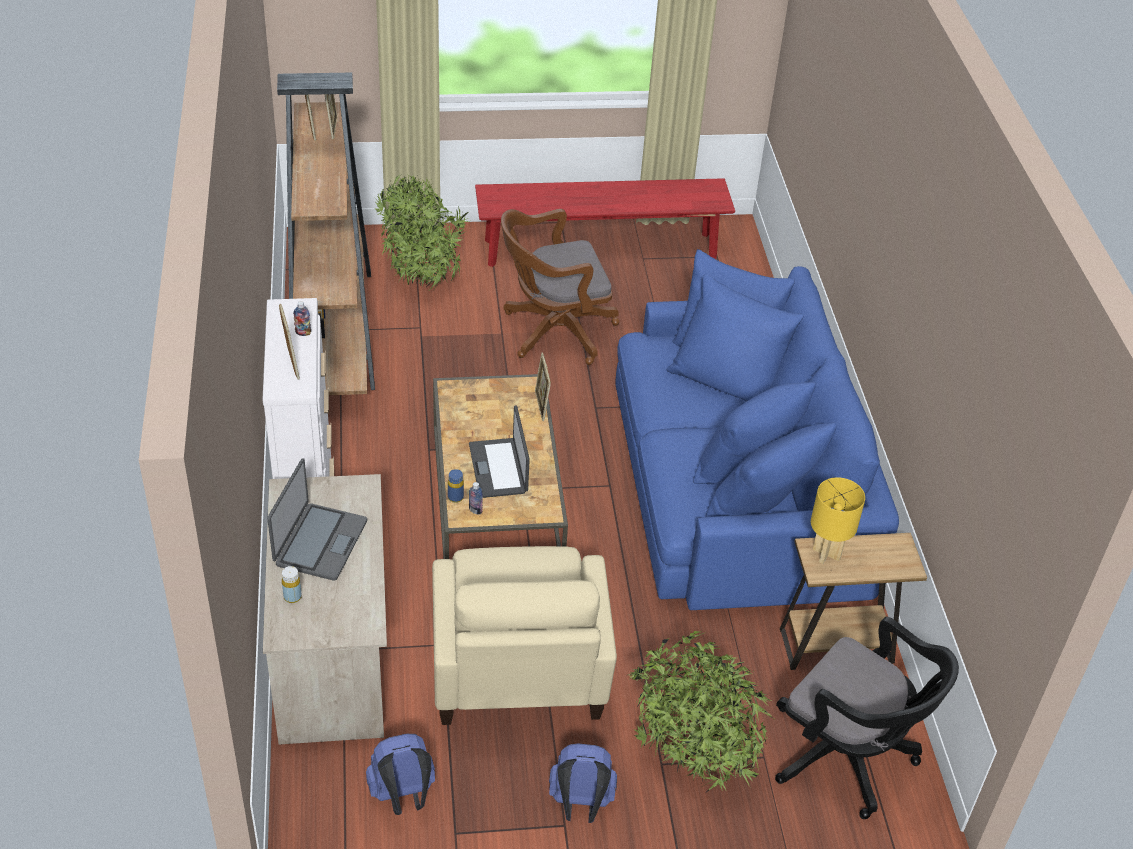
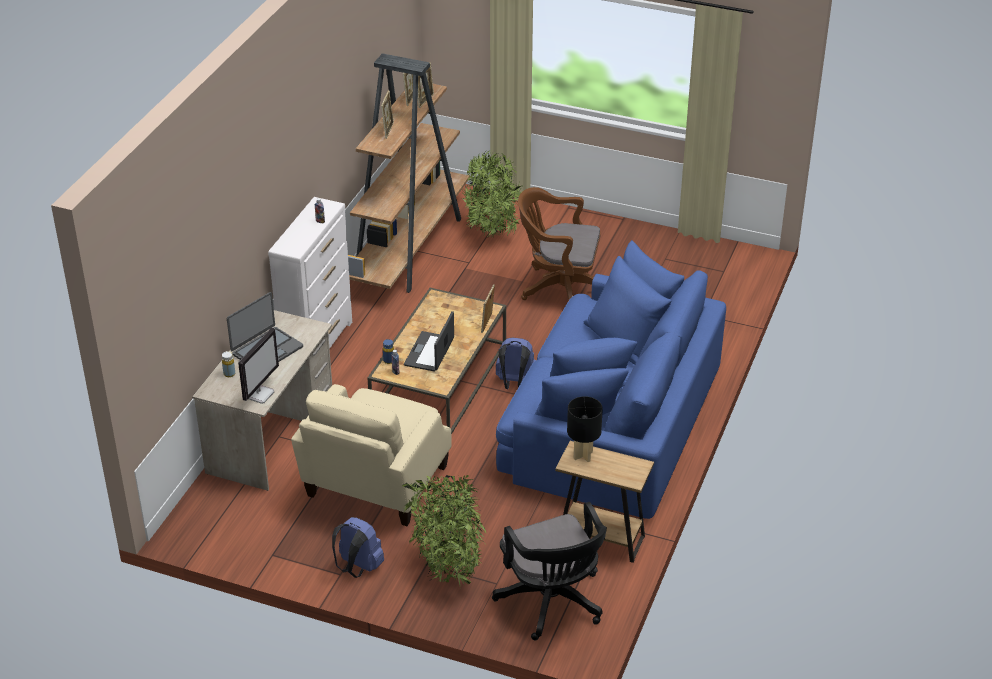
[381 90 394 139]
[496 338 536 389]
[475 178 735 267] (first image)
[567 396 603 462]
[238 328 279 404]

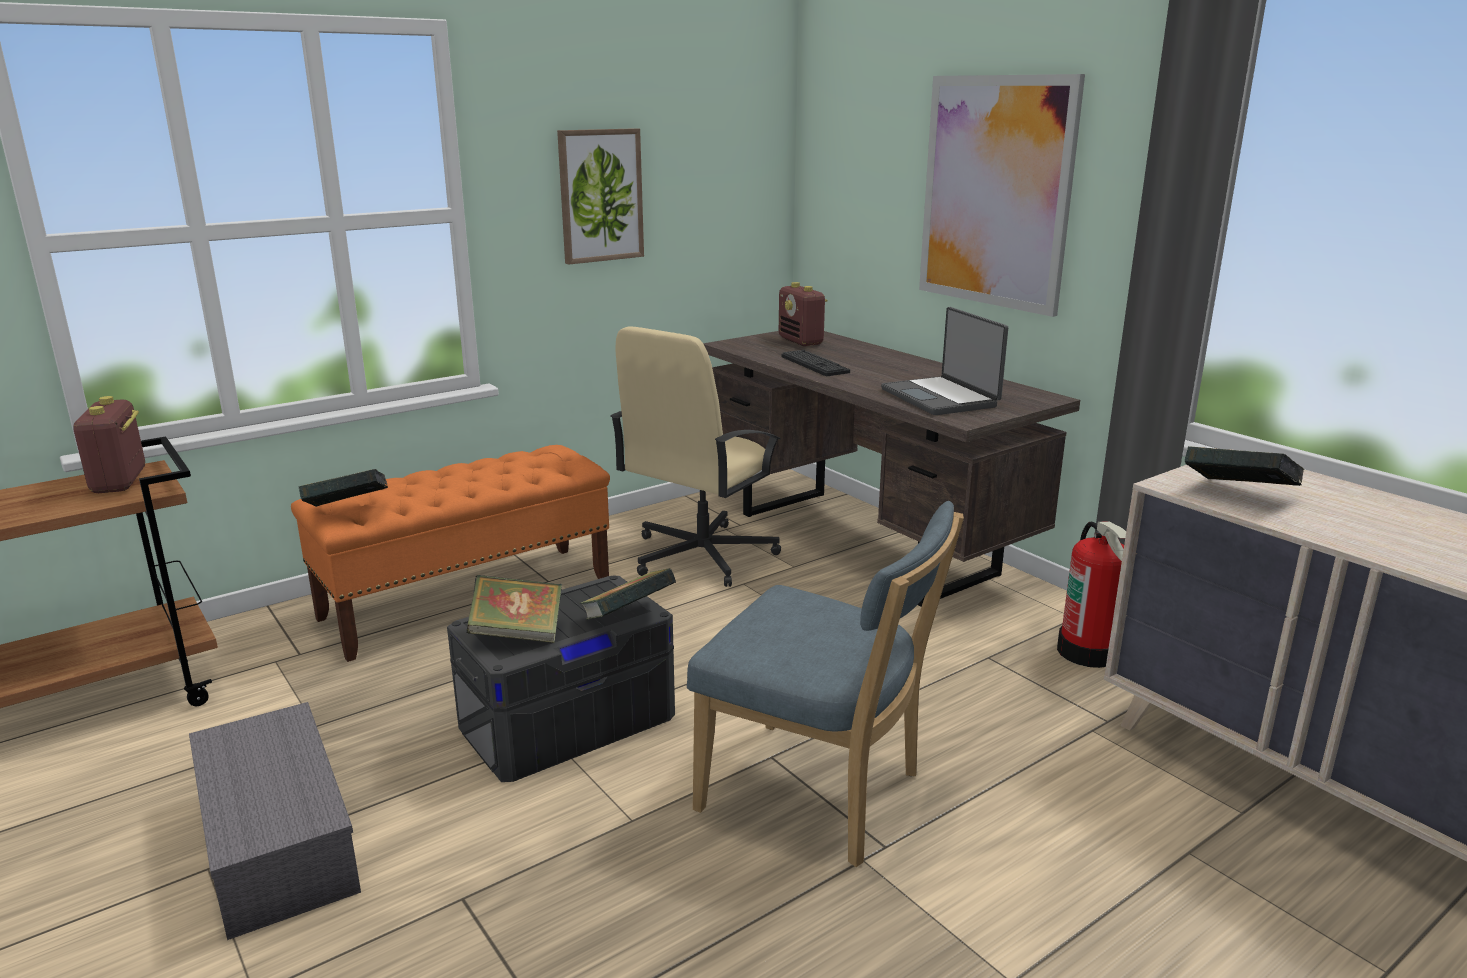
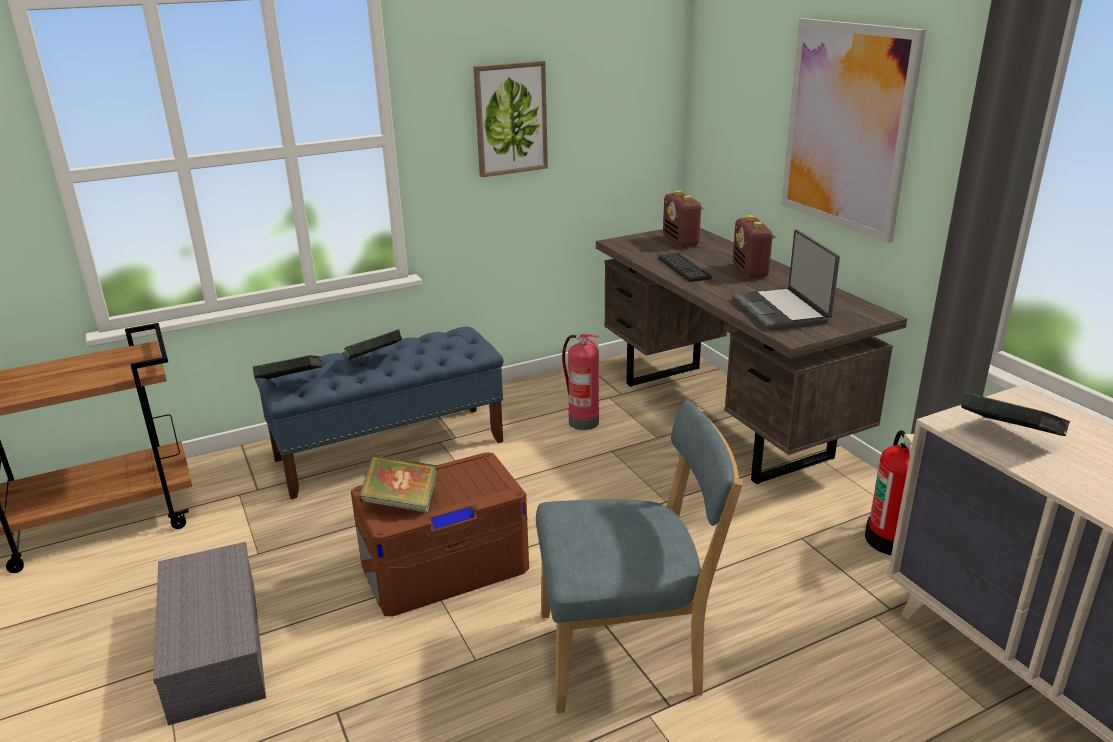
[733 215 776 278]
[254 327 504 499]
[351 452 529 616]
[344 329 402 361]
[562 334 600 430]
[536 400 743 713]

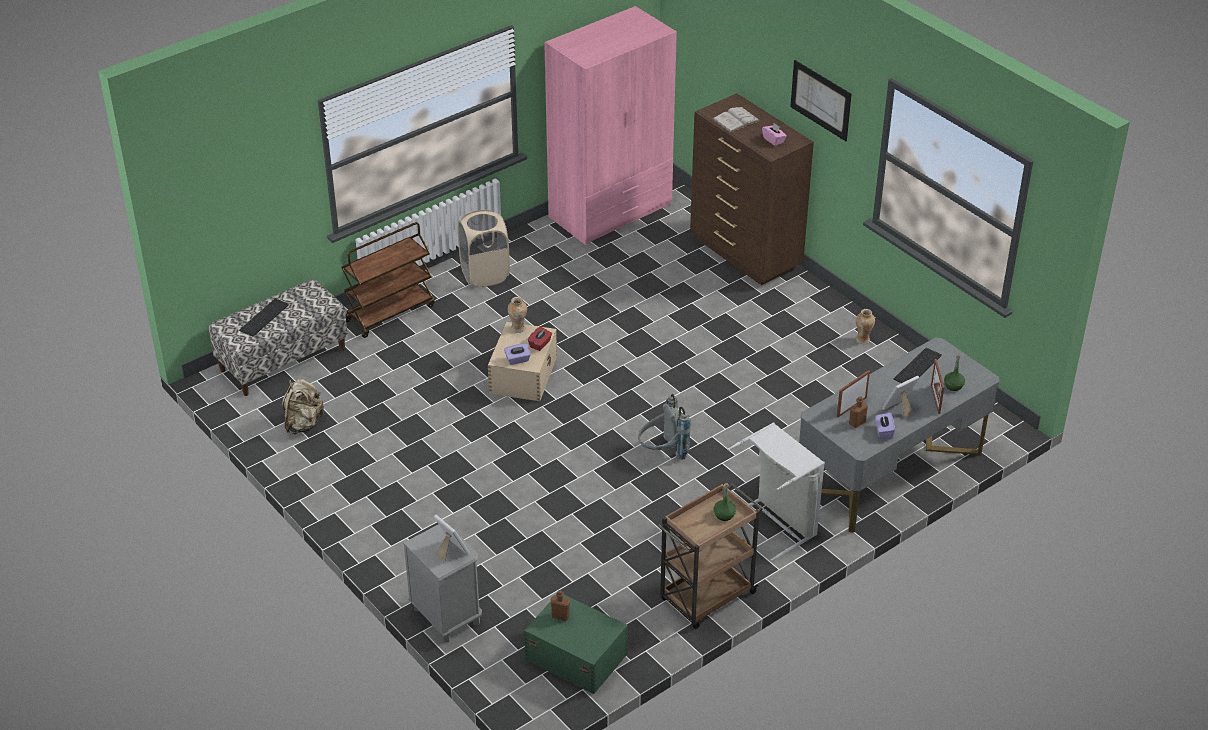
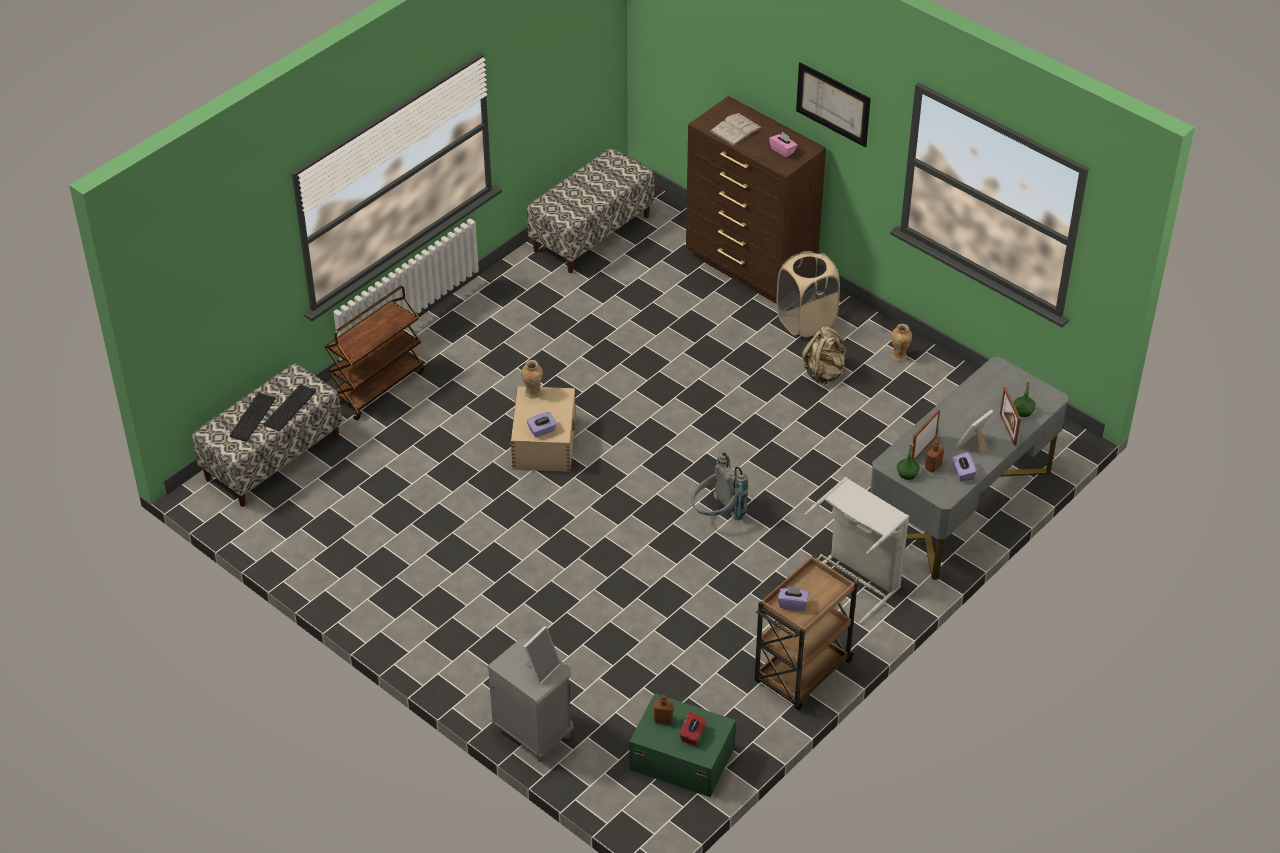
[802 327 847 385]
[523 626 561 685]
[776 251 840 337]
[680 712 706 745]
[527 148 654 273]
[897 442 920 480]
[263 384 316 431]
[778 586 809 611]

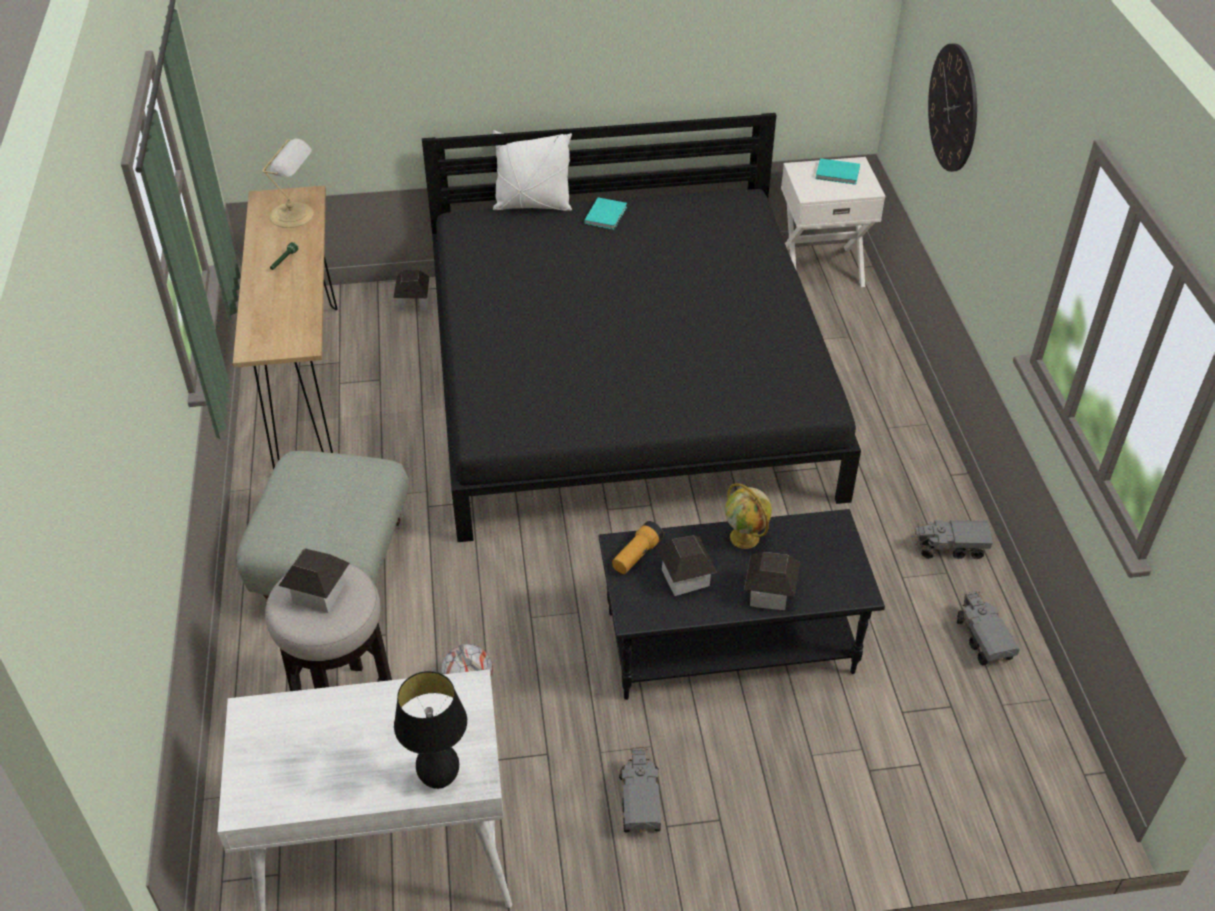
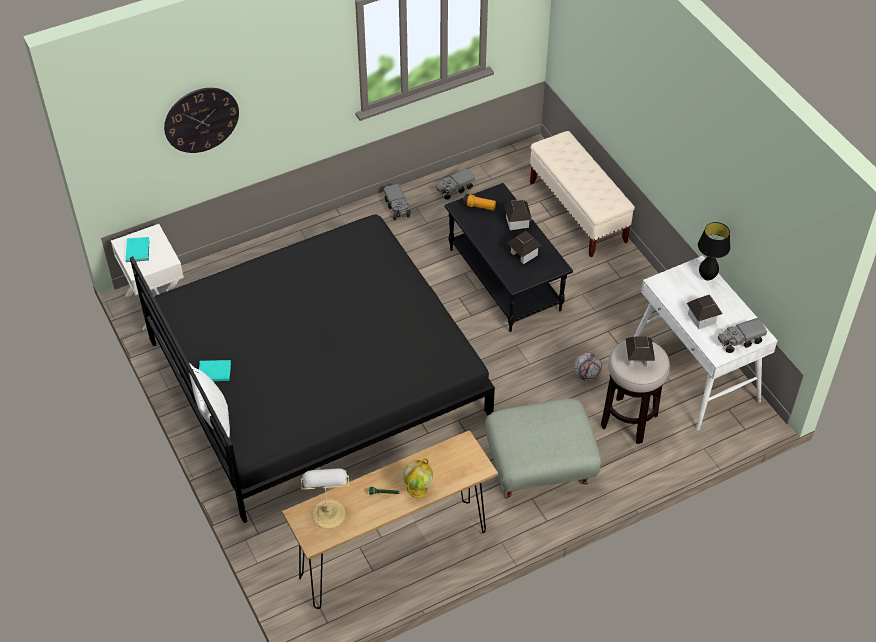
[687 294 723 329]
[463 194 496 211]
[718 318 767 353]
[403 458 433 499]
[530 131 635 257]

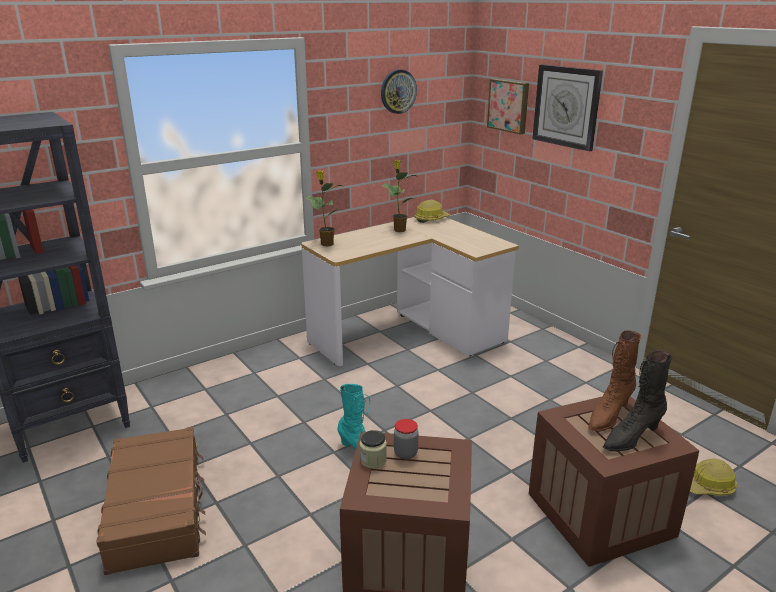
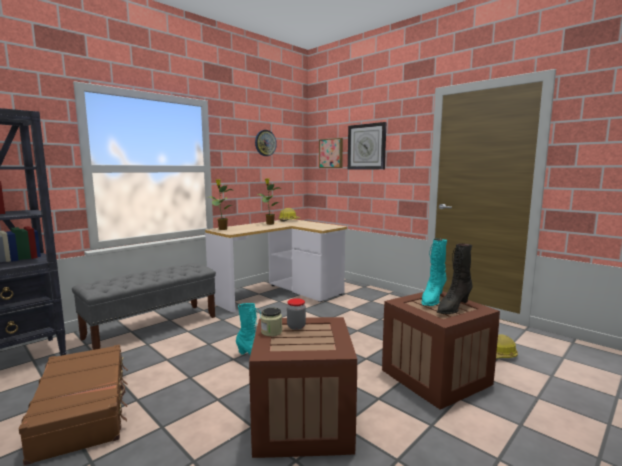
[422 239 447 306]
[72 263 216 350]

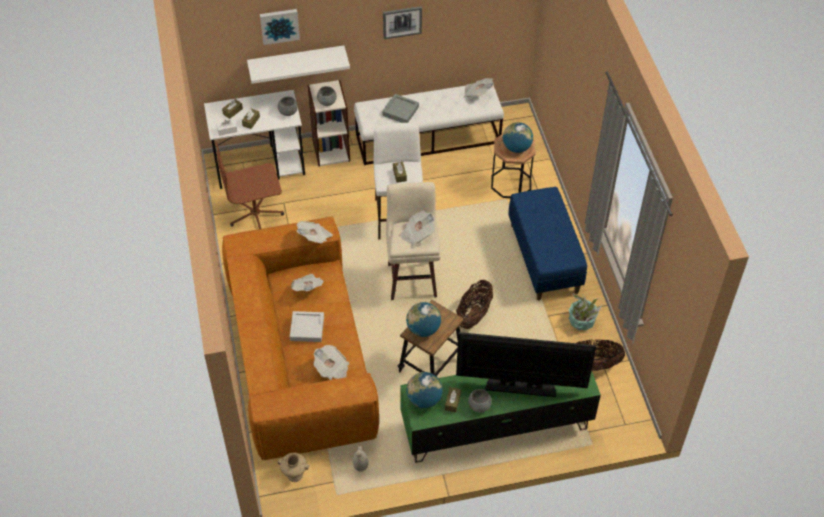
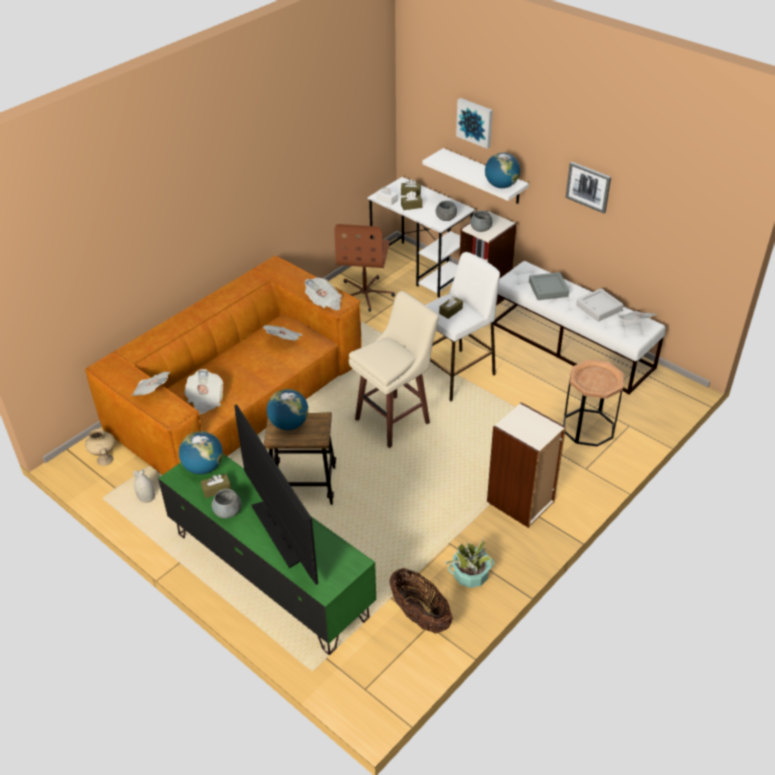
[335 224 395 312]
[576 288 623 322]
[131 372 170 396]
[456 280 493 329] (first image)
[485 153 520 188]
[487 402 566 528]

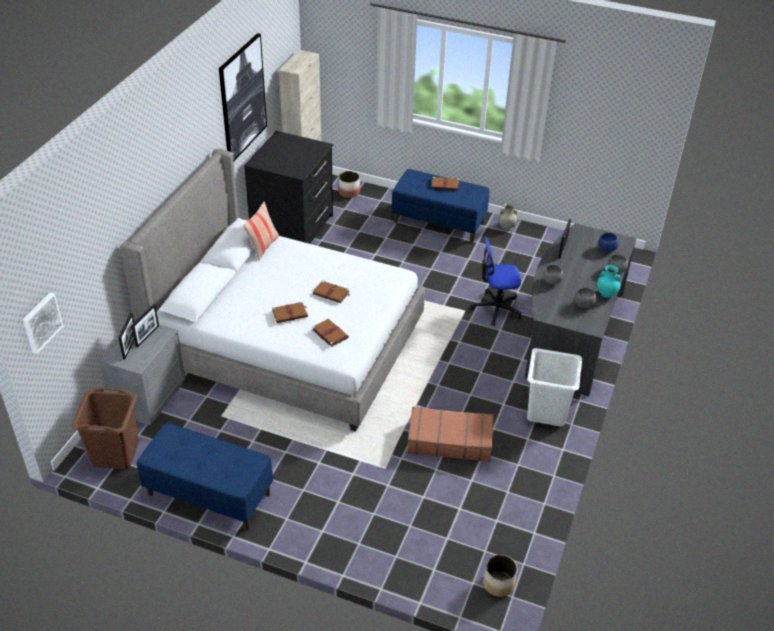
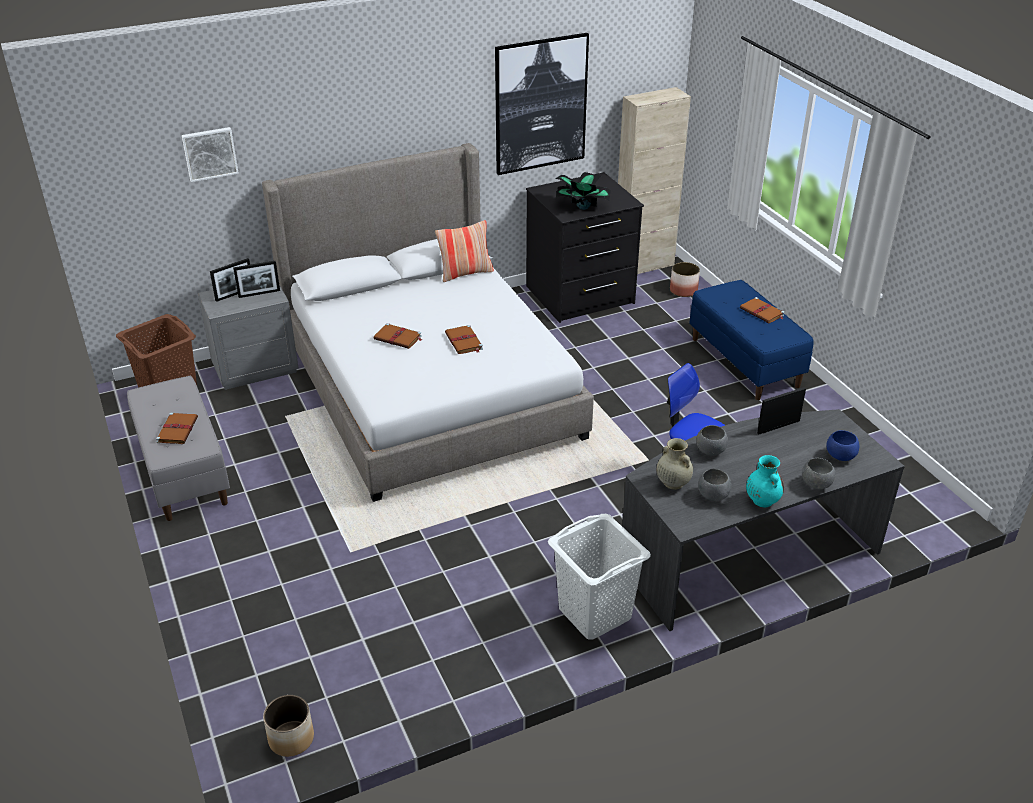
[182 127 239 182]
[127 376 230 521]
[156 413 198 444]
[407 407 494 462] (first image)
[657 438 693 490]
[556 172 611 210]

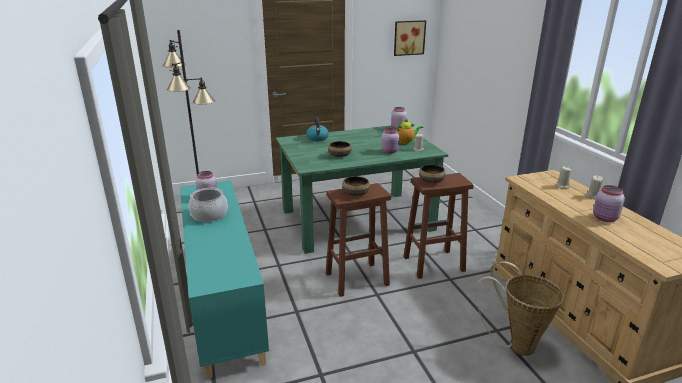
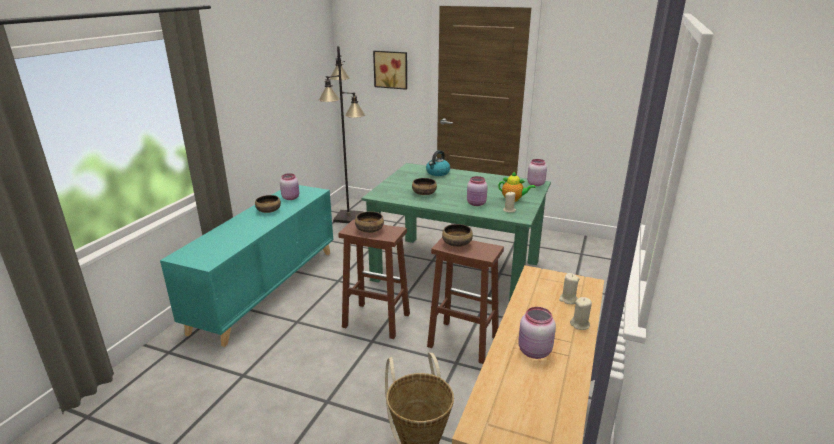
[255 195 281 213]
[373 51 407 90]

